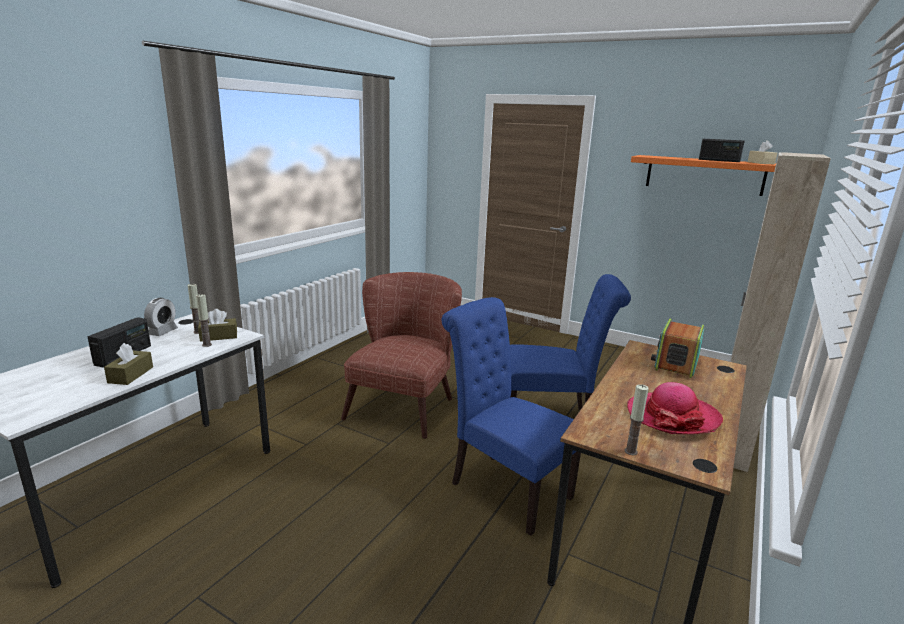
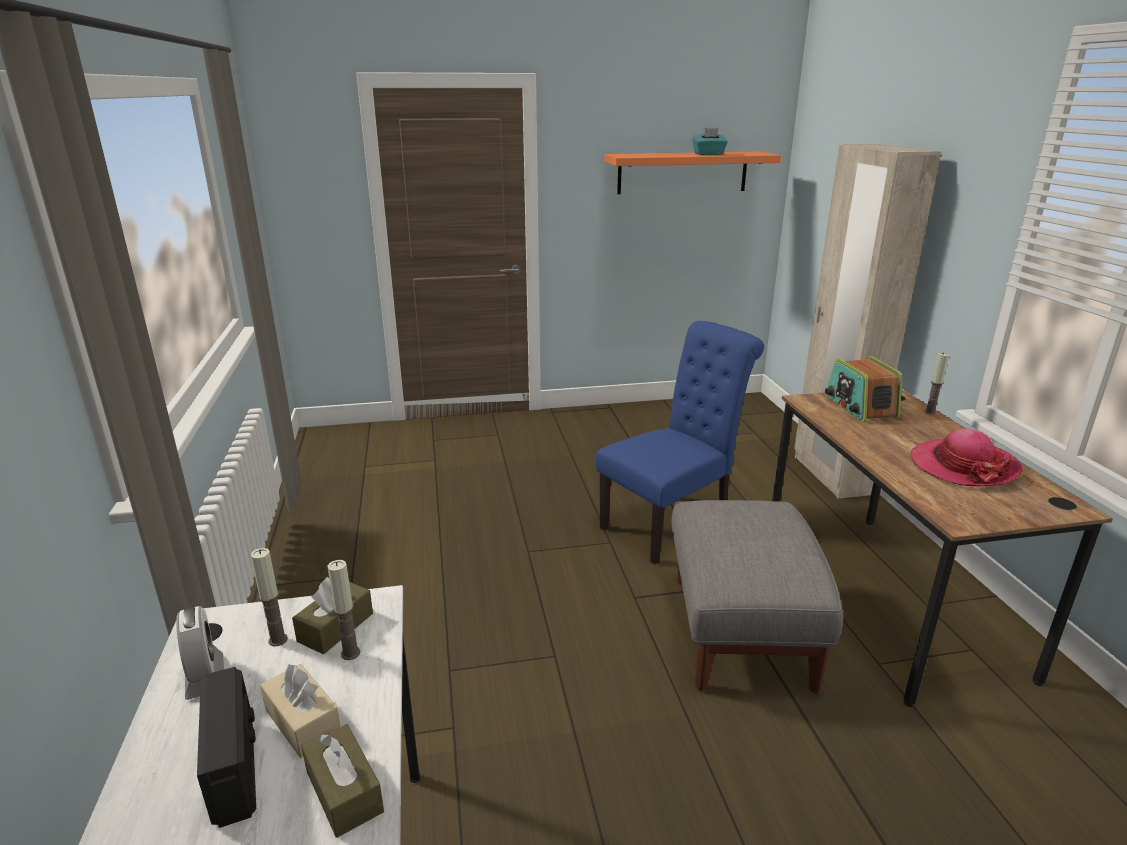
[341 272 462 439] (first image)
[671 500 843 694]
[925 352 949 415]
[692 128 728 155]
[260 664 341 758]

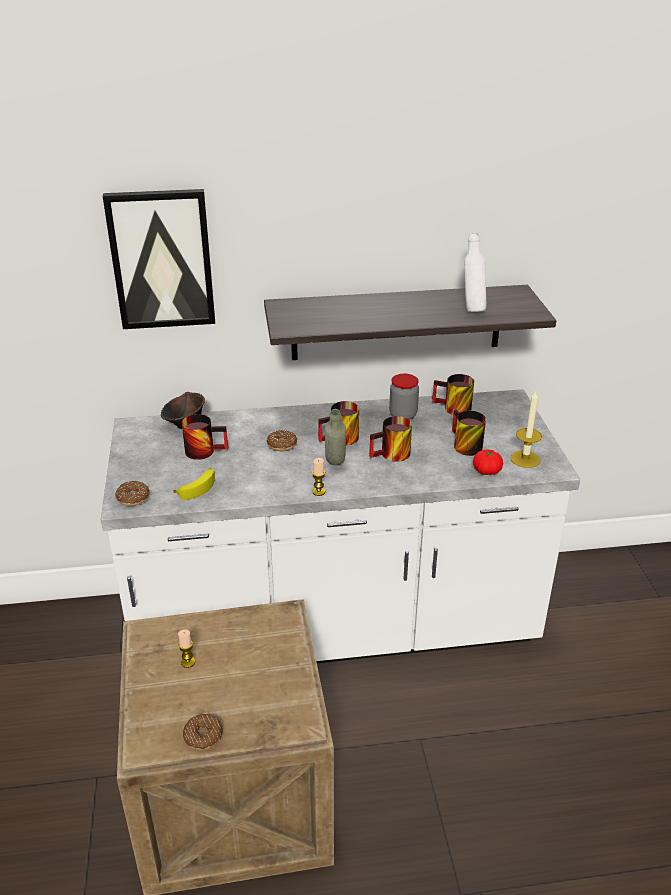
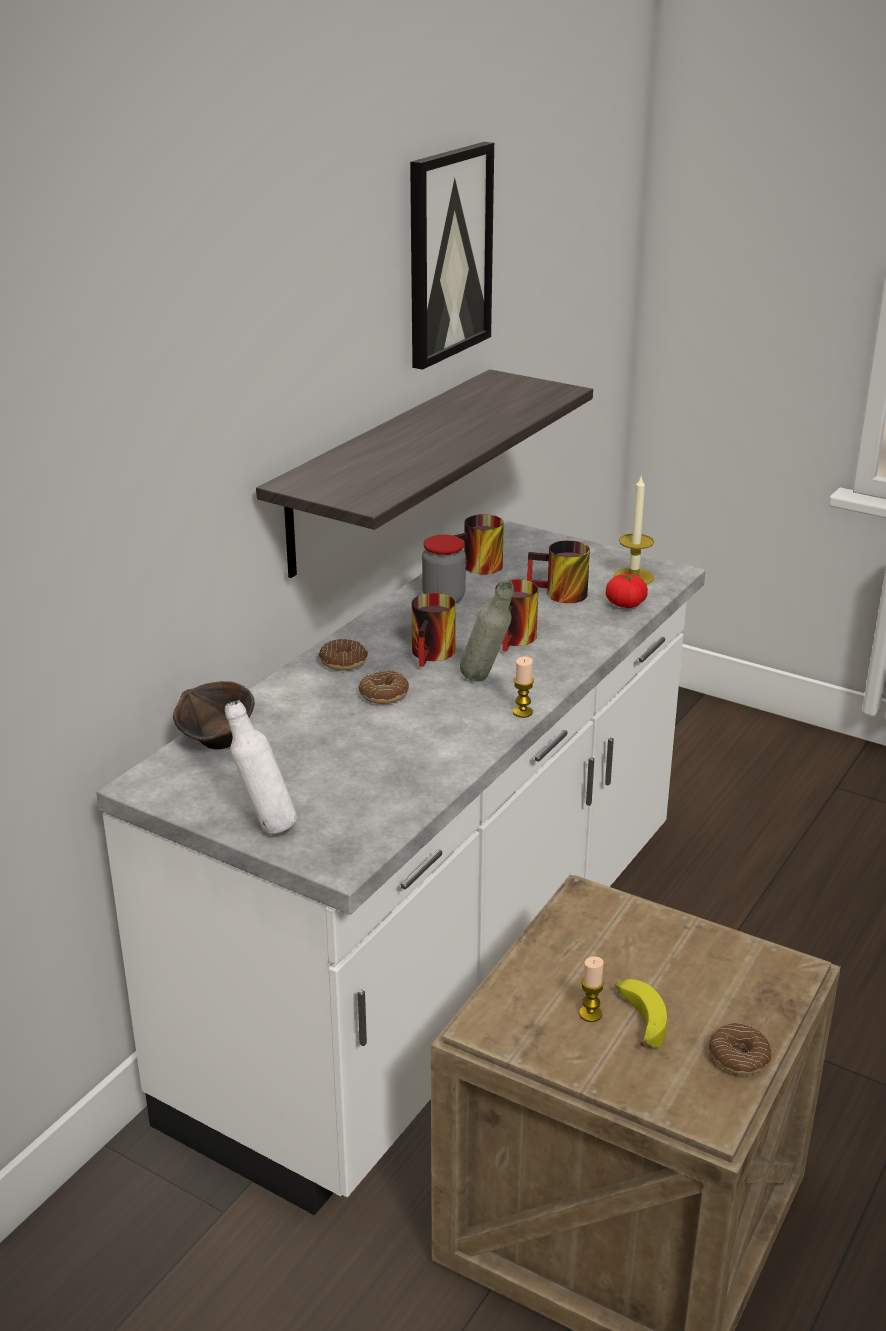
[410 142 494 370]
[319 639 368 671]
[615 979 667 1048]
[182 414 228 460] (first image)
[225 700 297 834]

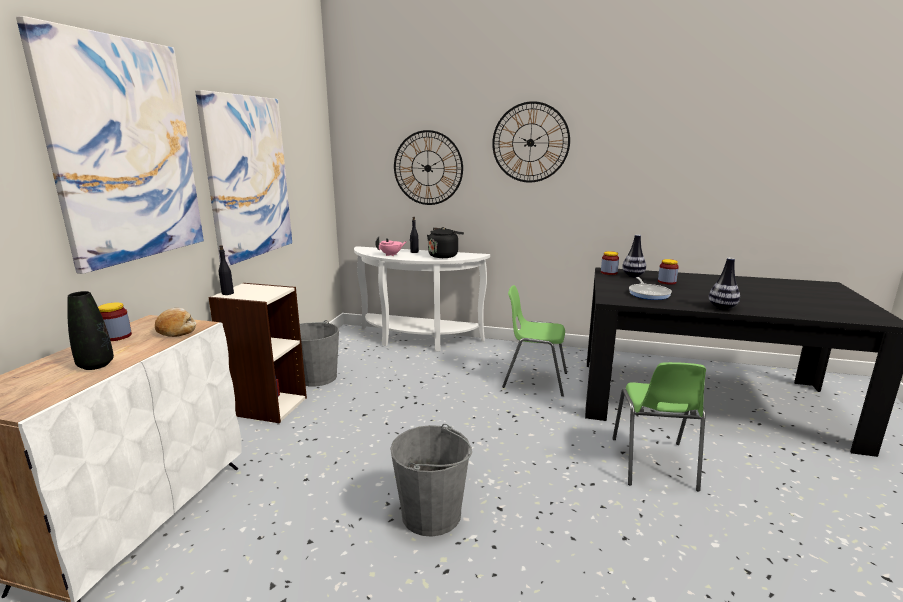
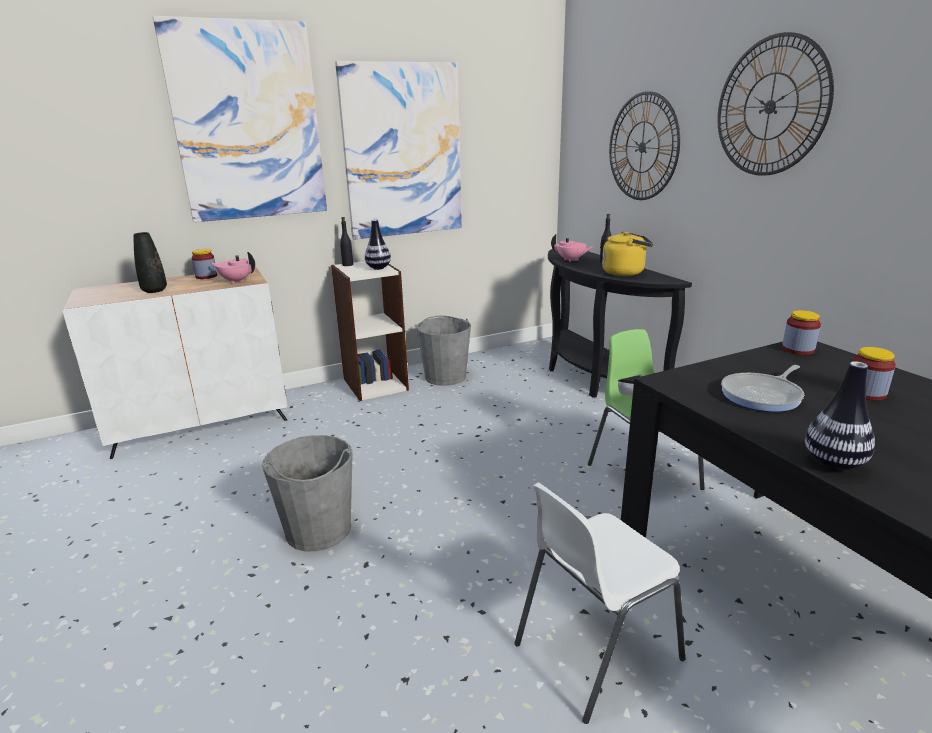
[211 252 255 284]
[548 249 692 397]
[602 231 654 276]
[514 483 685 724]
[365 219 391 270]

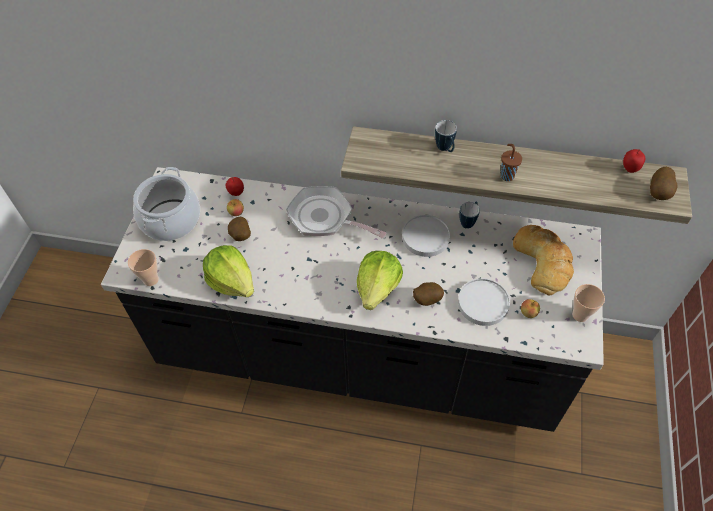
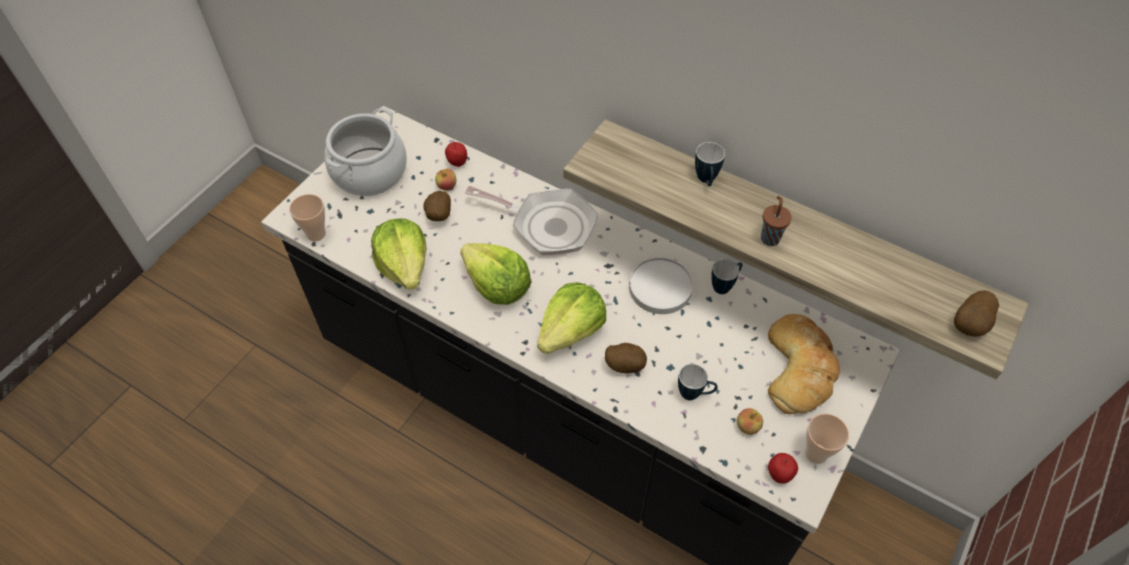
[465 186 598 255]
[678 364 718 400]
[768 453 798 484]
[460 243 532 305]

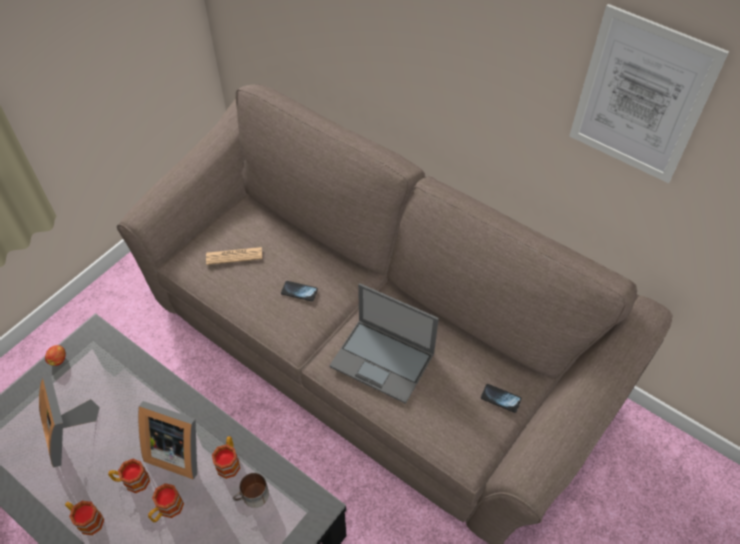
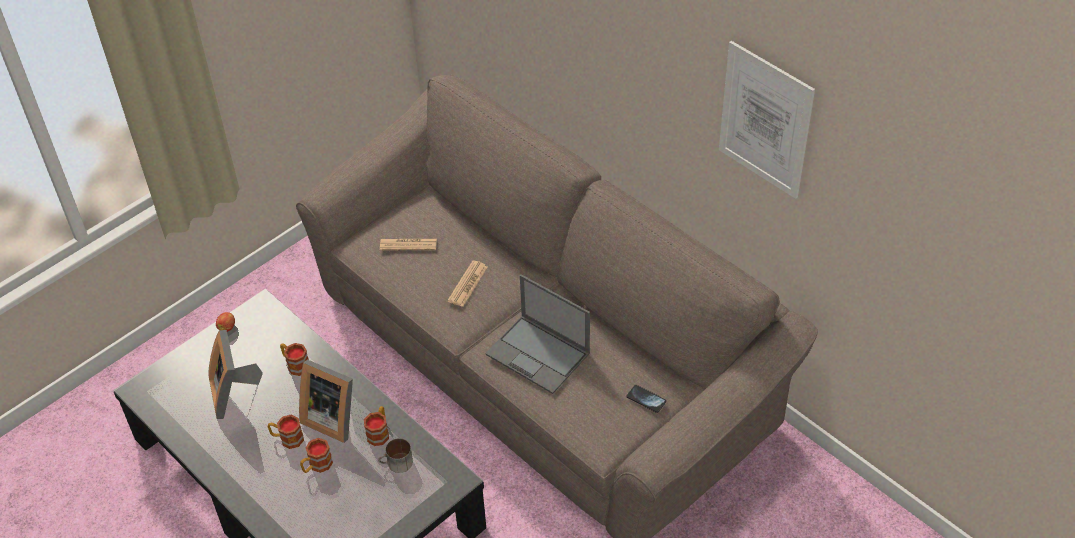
[280 343 309 376]
[447 260 488 307]

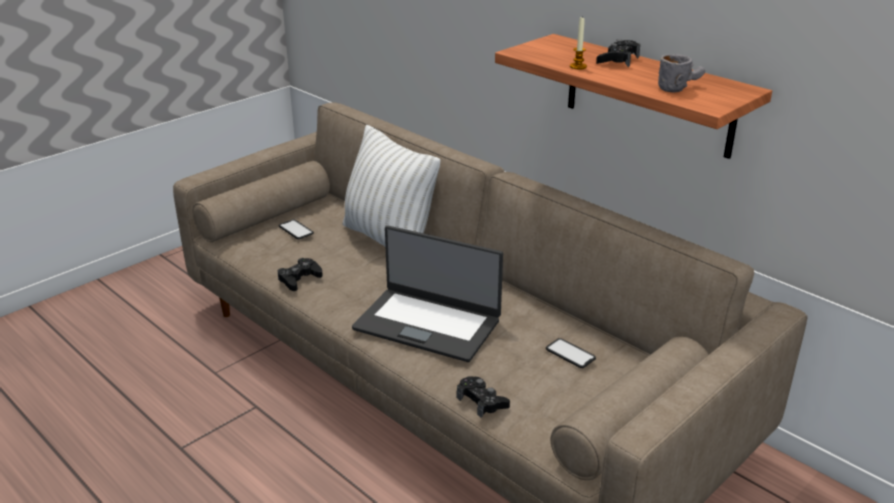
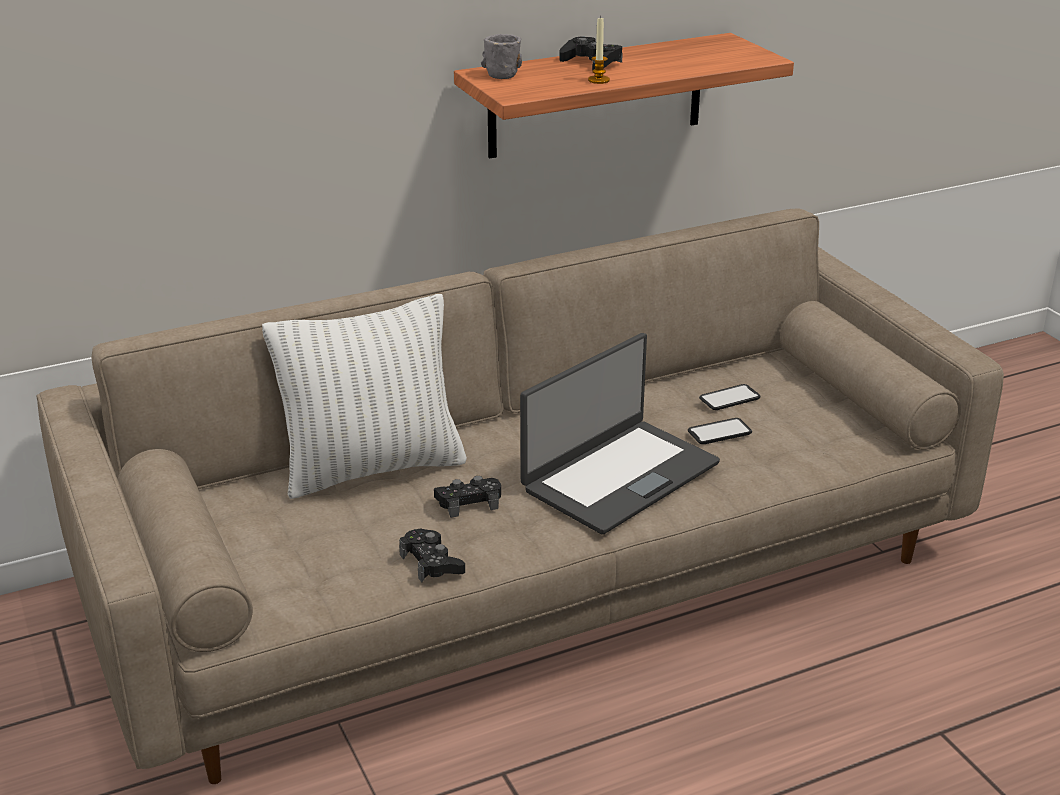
[688 418 752 444]
[434 476 501 518]
[481 34 522 79]

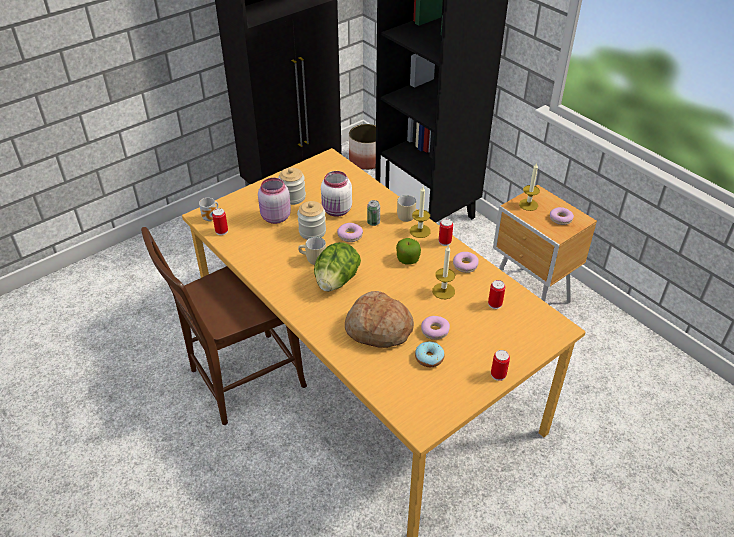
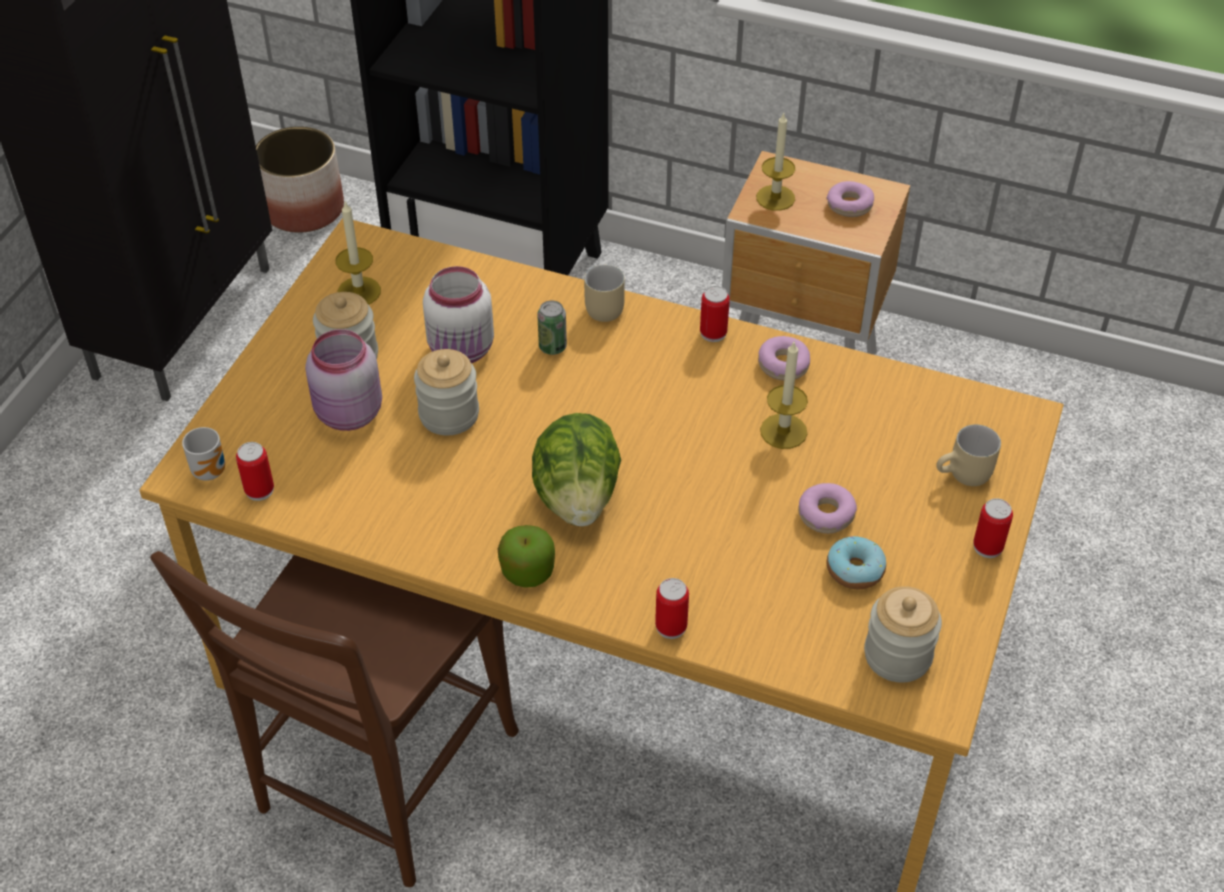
[936 424 1001 486]
[337 223 363 242] (first image)
[345 291 414 348] (first image)
[497 525 555 588]
[335 200 381 305]
[655 578 689 639]
[864 586 942 683]

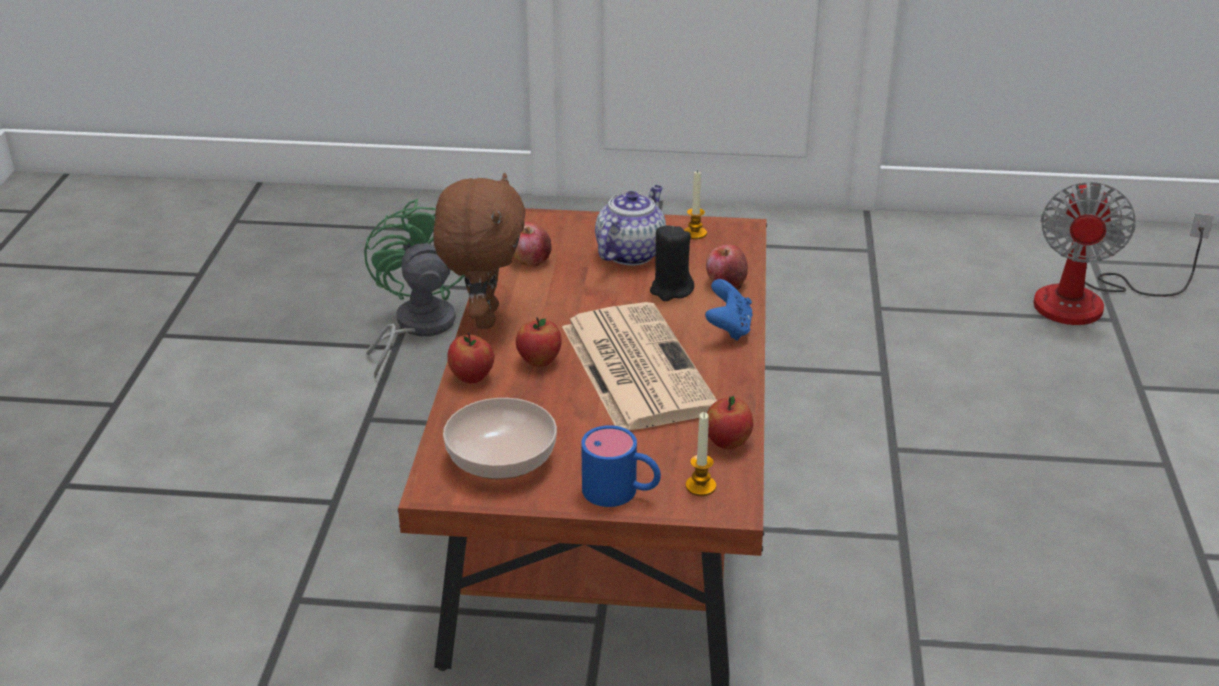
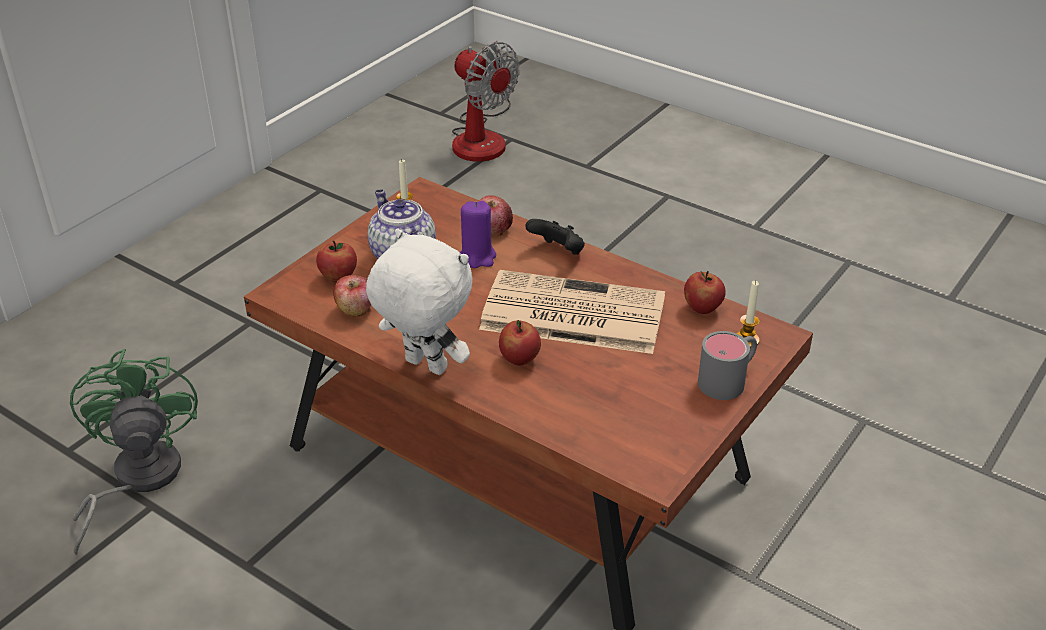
[70 349 198 555]
[366 229 472 375]
[443 398 557 480] (first image)
[316 241 357 283]
[698 331 757 400]
[460 201 496 268]
[525 219 585 255]

